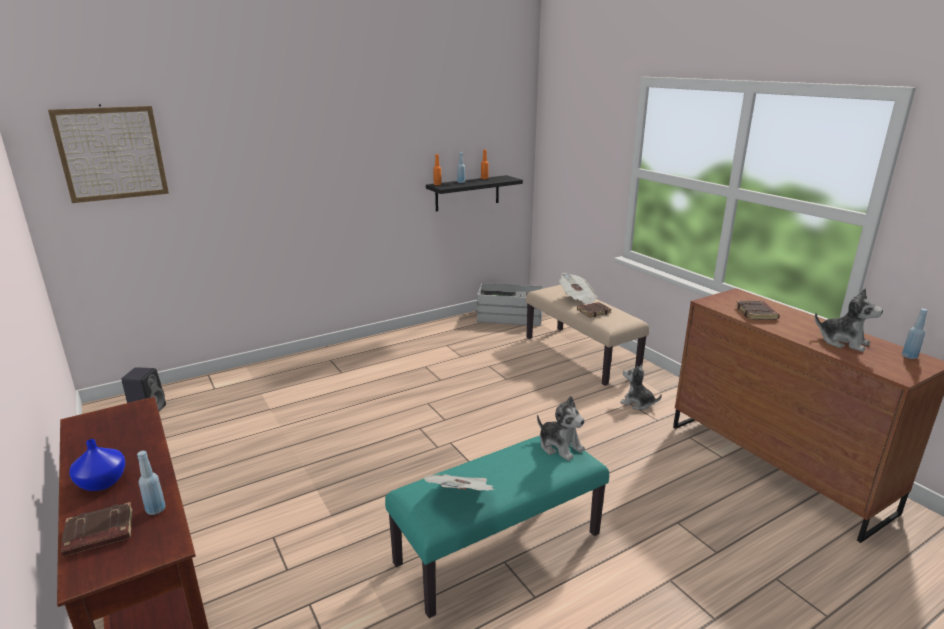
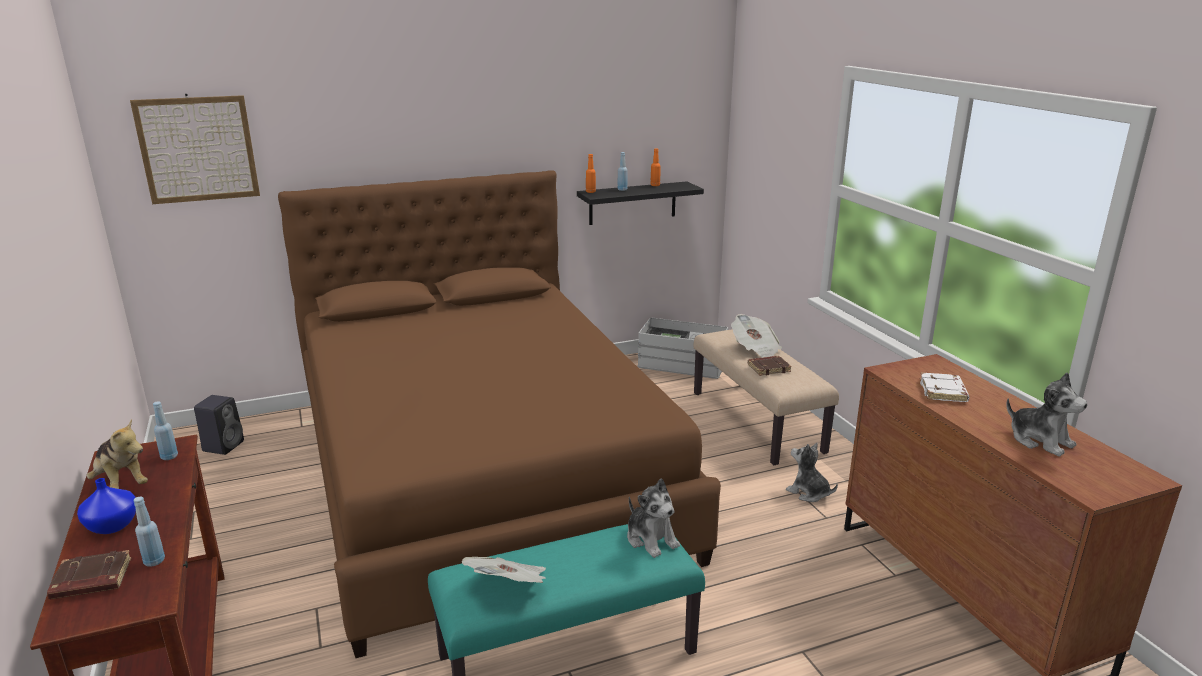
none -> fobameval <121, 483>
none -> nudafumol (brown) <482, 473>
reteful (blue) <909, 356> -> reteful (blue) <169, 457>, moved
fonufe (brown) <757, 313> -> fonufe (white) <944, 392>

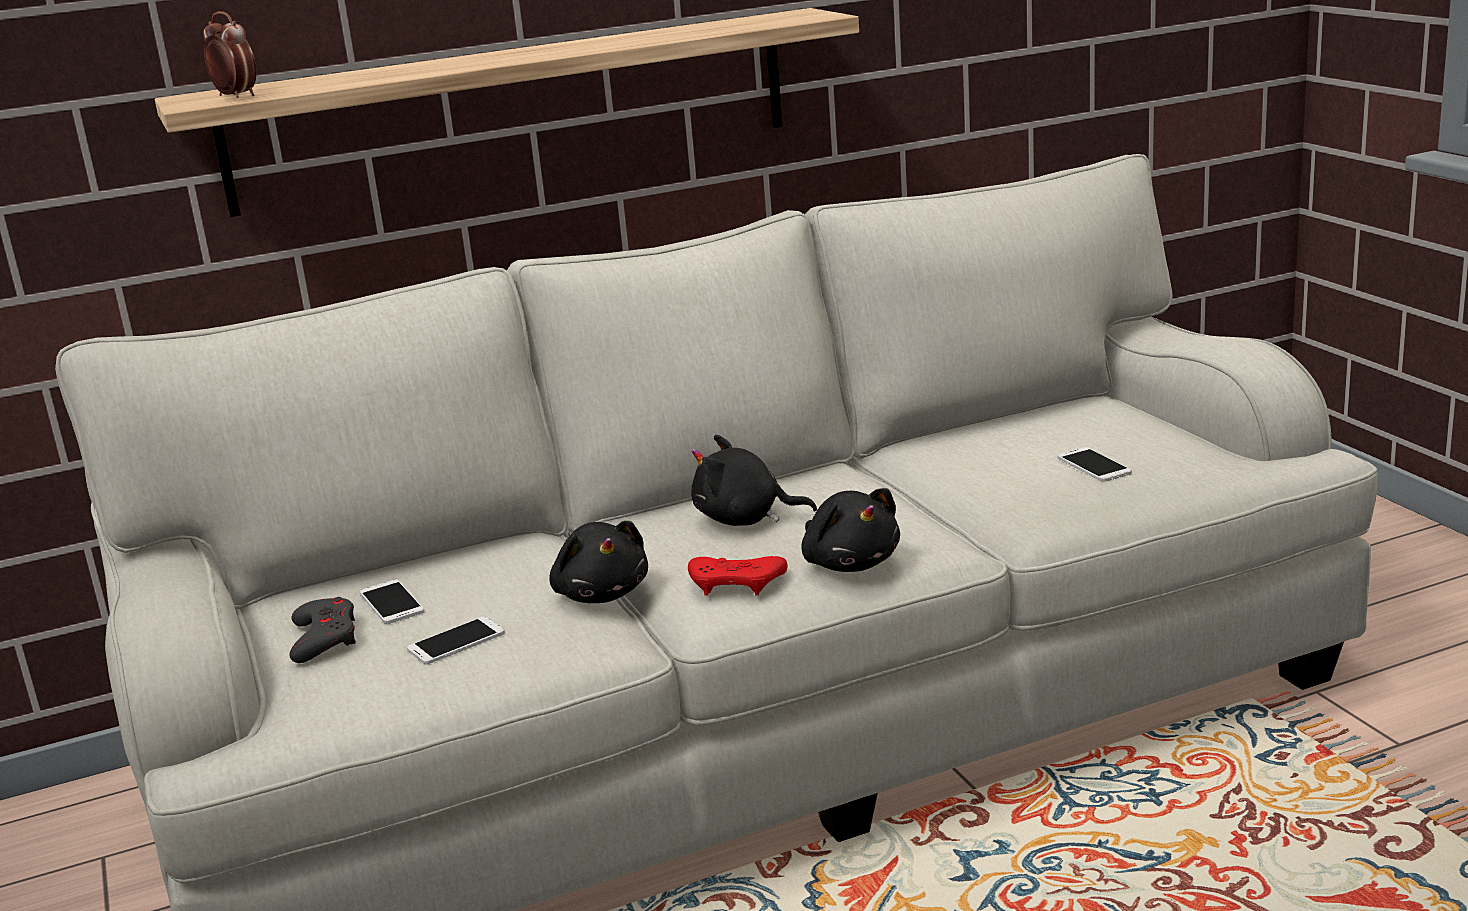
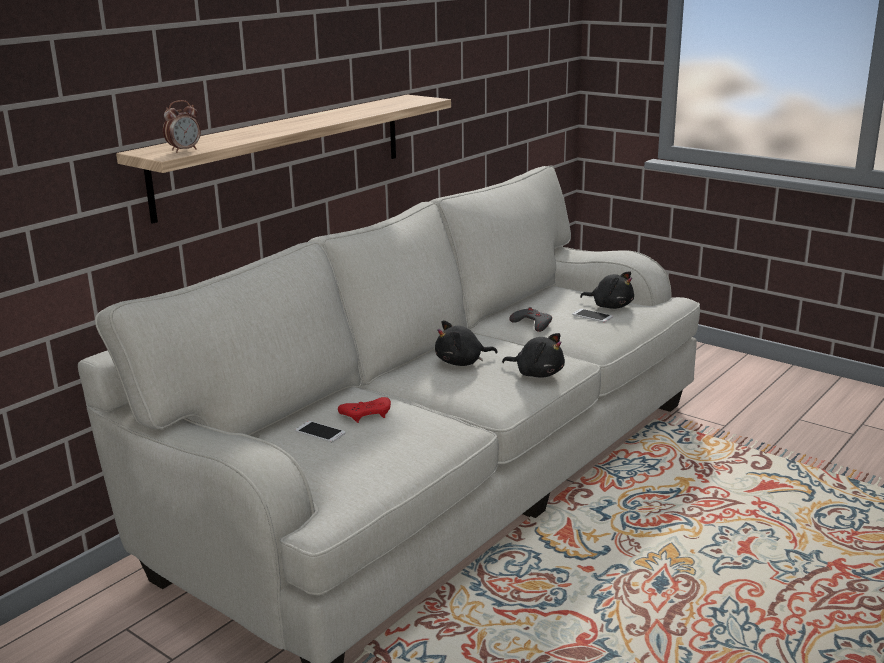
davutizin <456, 641> -> none
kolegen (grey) <324, 637> -> kolegen (grey) <532, 324>, moved
fobameval (black) <601, 593> -> fobameval (black) <610, 306>, moved
kolegen (red) <736, 582> -> kolegen (red) <367, 414>, moved
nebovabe <236, 97> -> nebovabe <184, 150>, 120 degrees clockwise

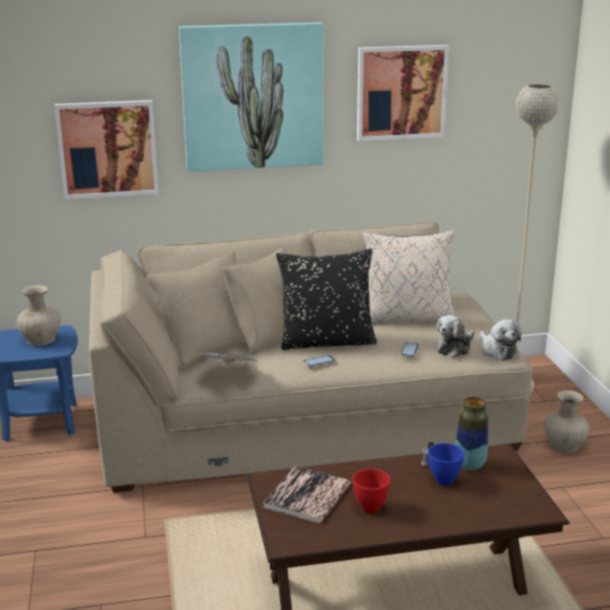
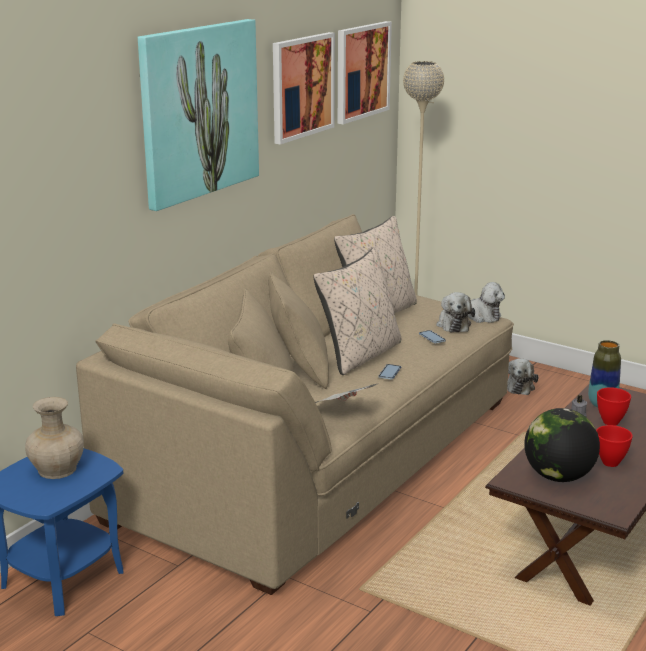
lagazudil <107, 149> -> lagazudil <362, 71>, moved
fonufe <307, 495> -> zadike <558, 476>
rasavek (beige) <565, 445> -> fobameval <519, 386>
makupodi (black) <327, 342> -> makupodi (beige) <360, 355>
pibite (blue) <445, 481> -> pibite (red) <611, 422>

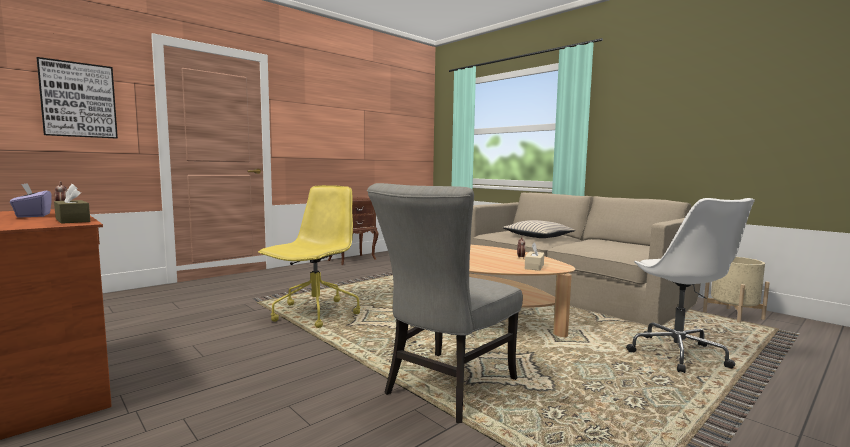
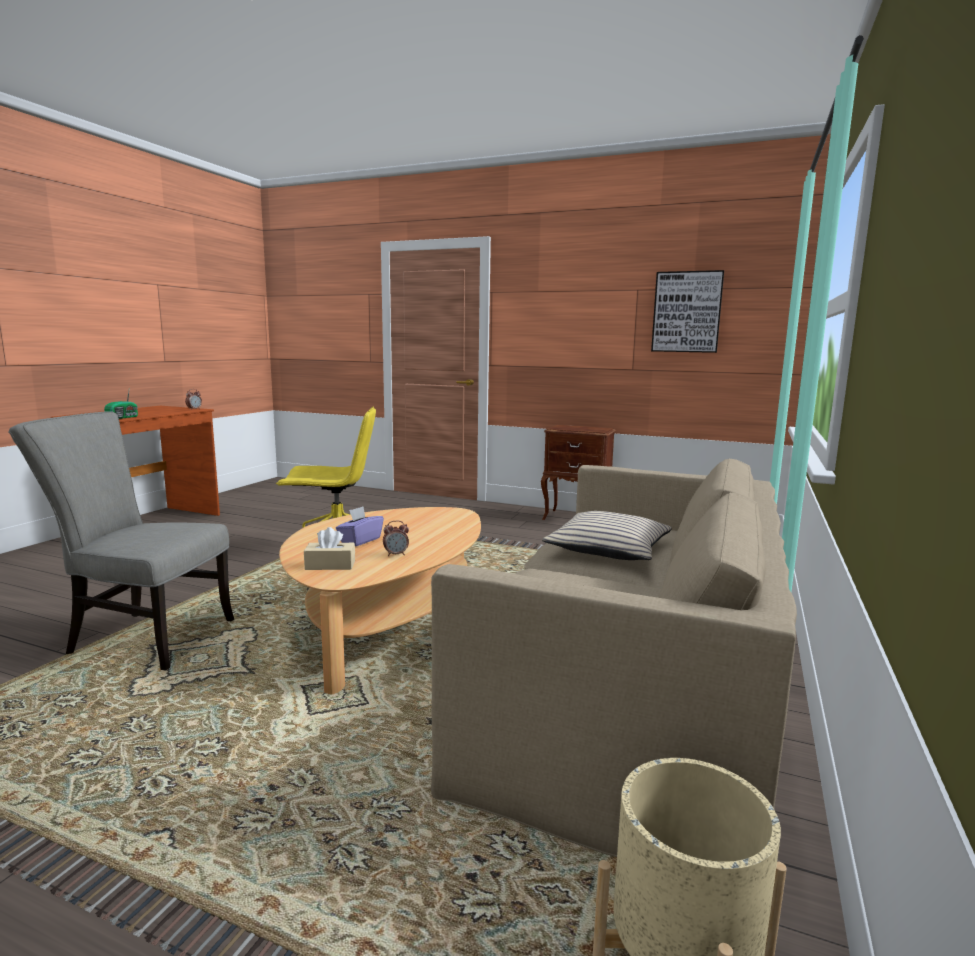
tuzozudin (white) <678, 355> -> none
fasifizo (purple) <33, 215> -> fasifizo (purple) <360, 540>, moved
lagazudil <78, 100> -> lagazudil <686, 312>, moved
fasifizo (brown) <72, 220> -> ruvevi <123, 417>

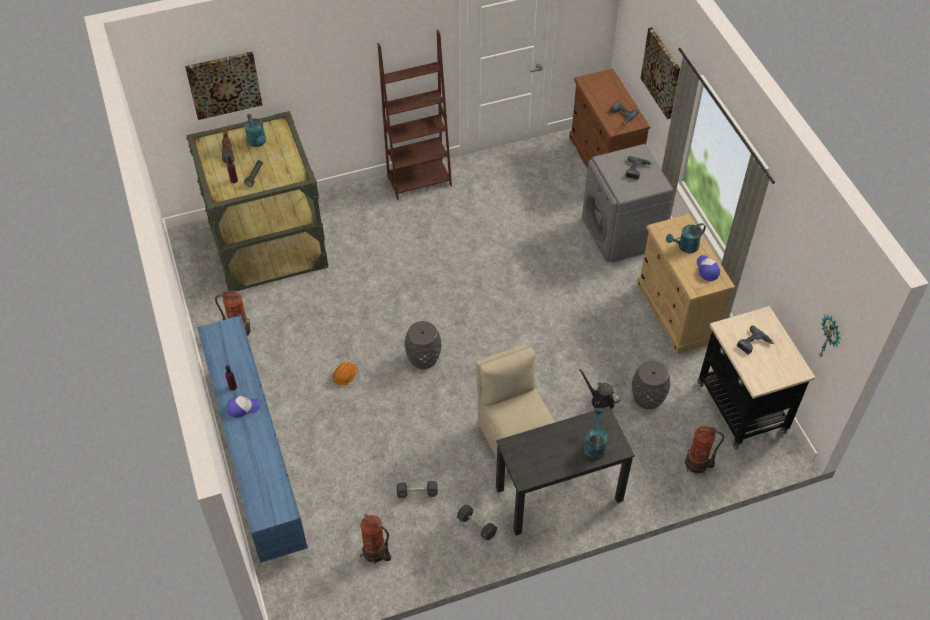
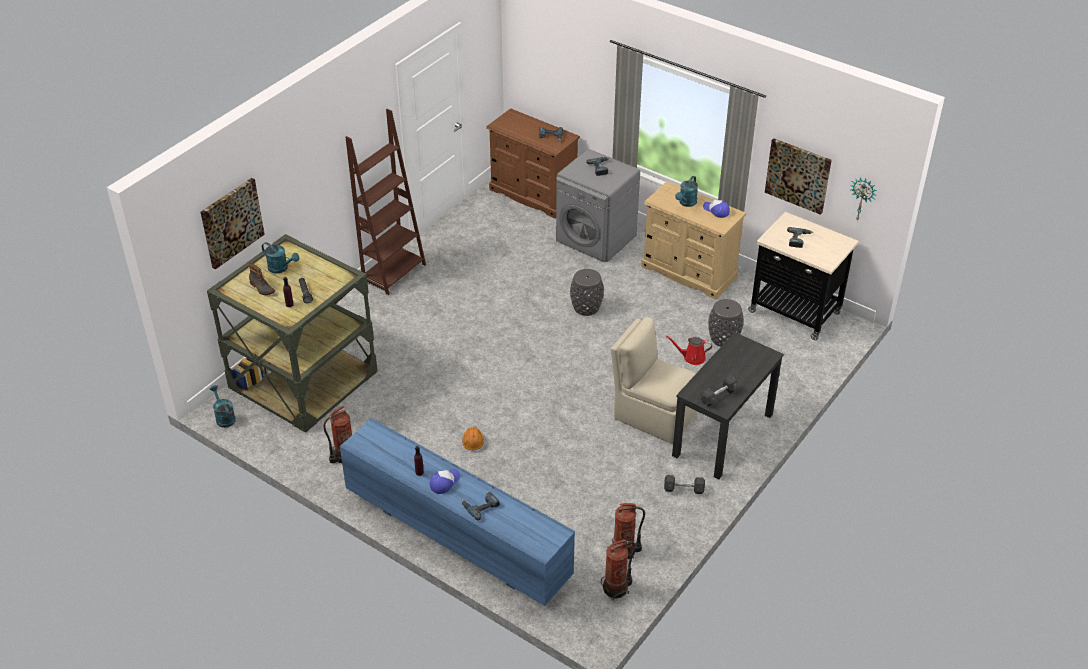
none -> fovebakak <480, 506>
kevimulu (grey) <417, 493> -> kevimulu (grey) <718, 396>, moved
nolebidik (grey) <423, 358> -> nolebidik (grey) <586, 307>, moved
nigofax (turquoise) <594, 445> -> nigofax (turquoise) <224, 417>, moved
lagazudil <661, 72> -> lagazudil <798, 175>, moved
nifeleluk <697, 464> -> nifeleluk <616, 588>, moved
nigofax (black) <600, 401> -> nigofax (red) <692, 358>

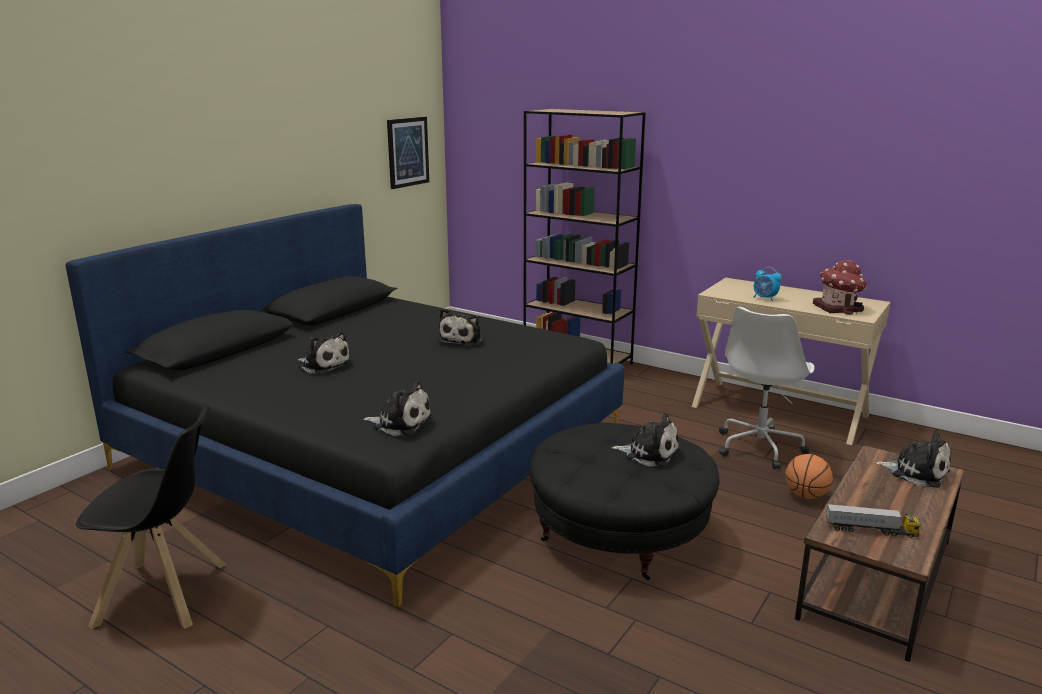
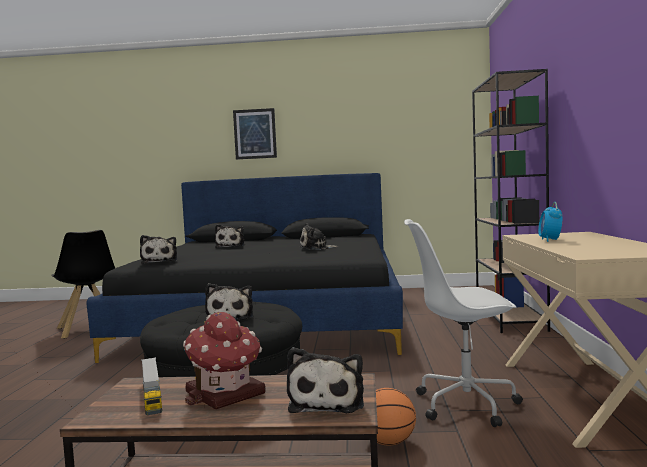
lagazudil <407, 152> -> lagazudil <255, 134>, moved
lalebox <838, 308> -> lalebox <225, 394>, moved

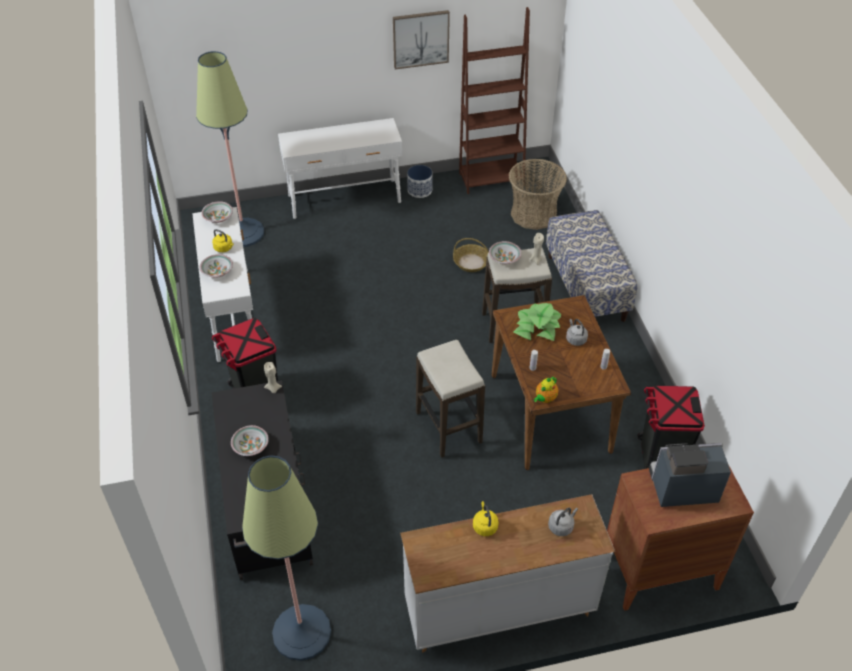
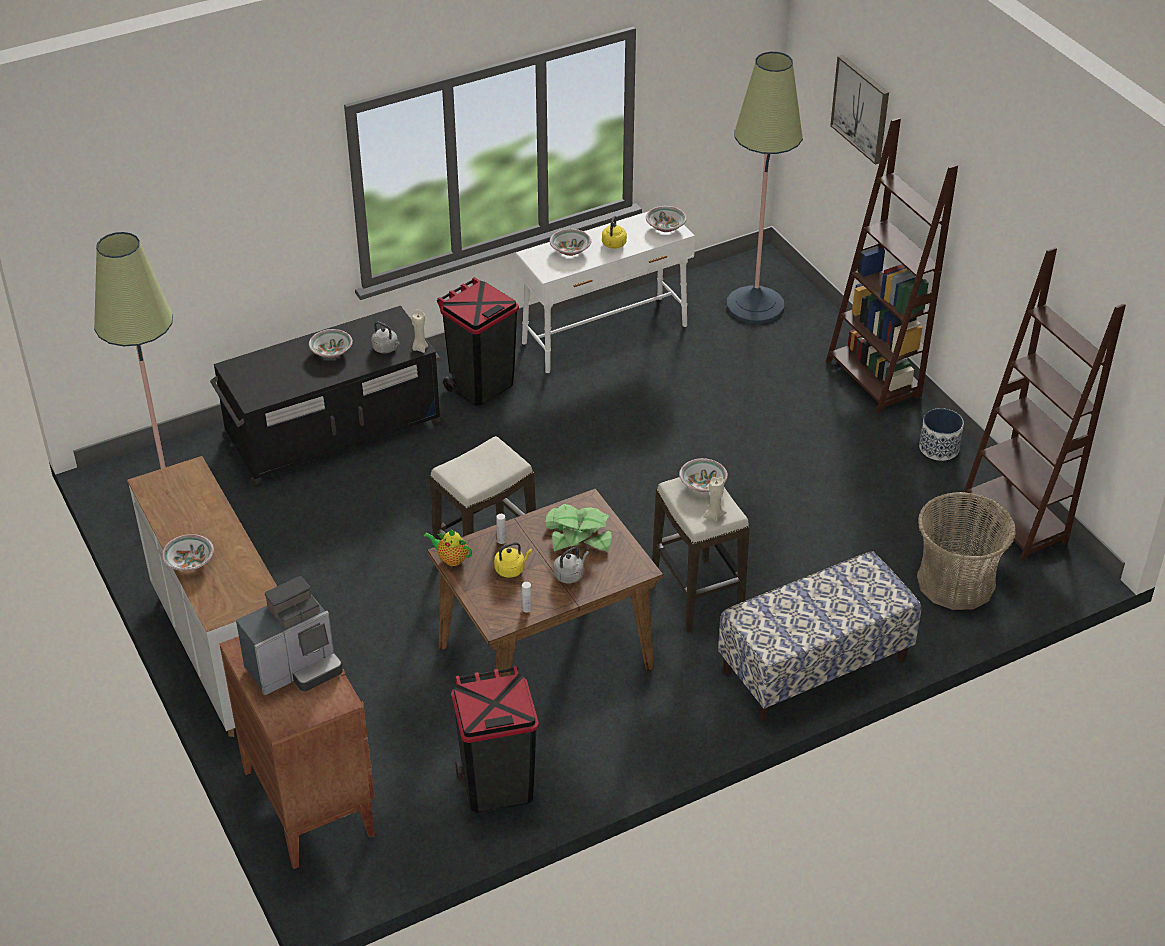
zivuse <471, 262> -> none
none -> pibite <189, 562>
lagazudil <420, 39> -> lagazudil <861, 108>, moved
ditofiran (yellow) <484, 526> -> ditofiran (yellow) <511, 569>, moved
ditofiran (grey) <561, 526> -> ditofiran (grey) <386, 348>, moved
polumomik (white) <344, 199> -> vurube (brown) <873, 379>
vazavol <680, 488> -> vazavol <295, 668>, 75 degrees clockwise

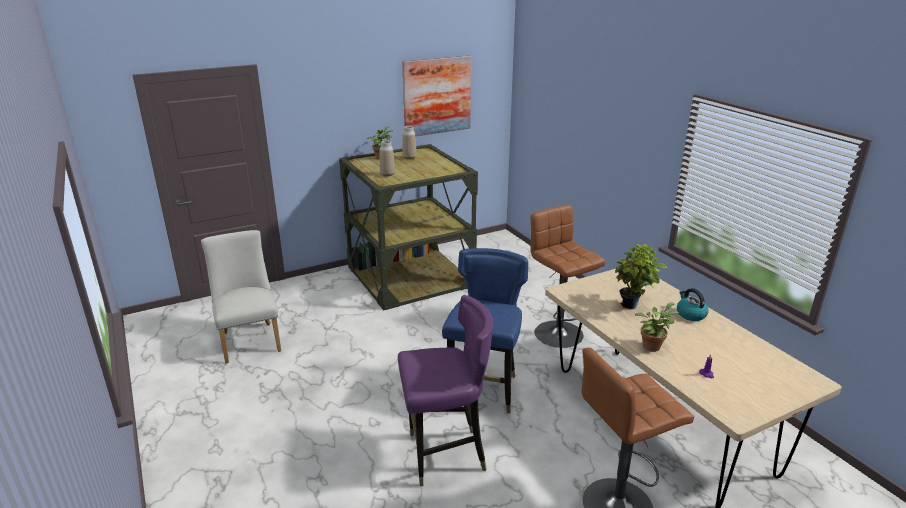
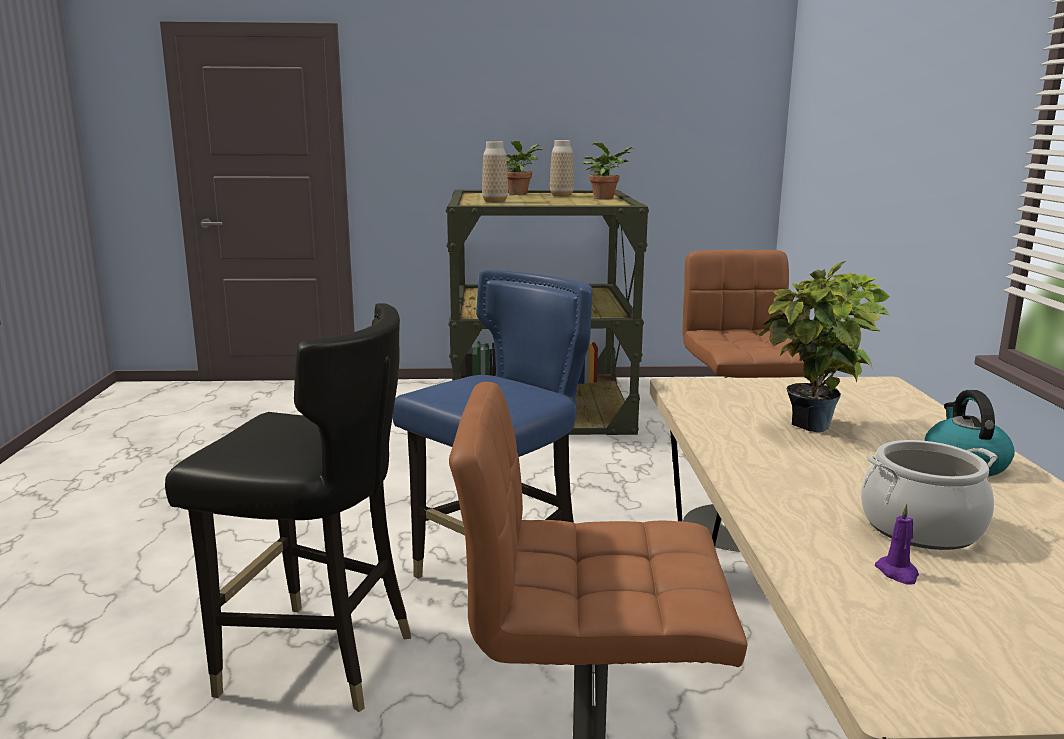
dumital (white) <249, 339> -> none
lagazudil <437, 96> -> none
none -> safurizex <921, 528>
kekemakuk <652, 345> -> kekemakuk <605, 198>, moved
dumital (purple) <445, 455> -> dumital (black) <315, 660>

